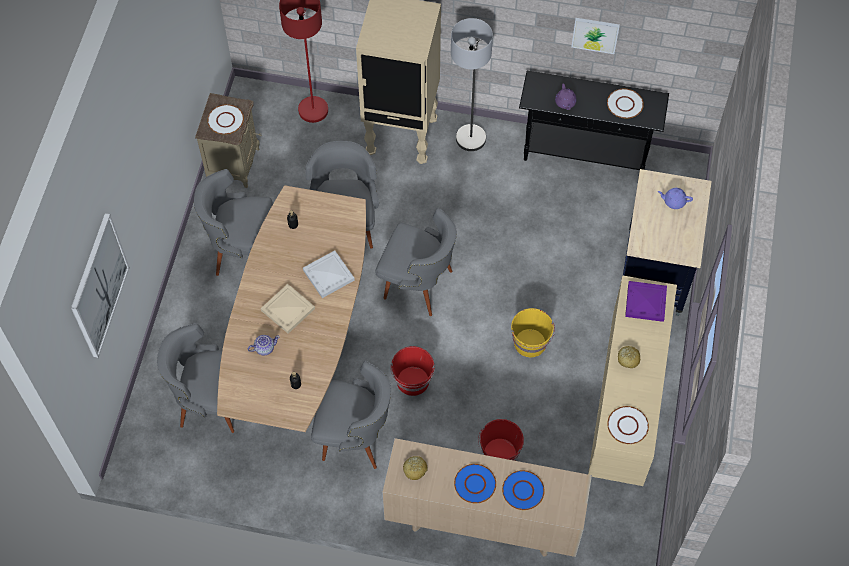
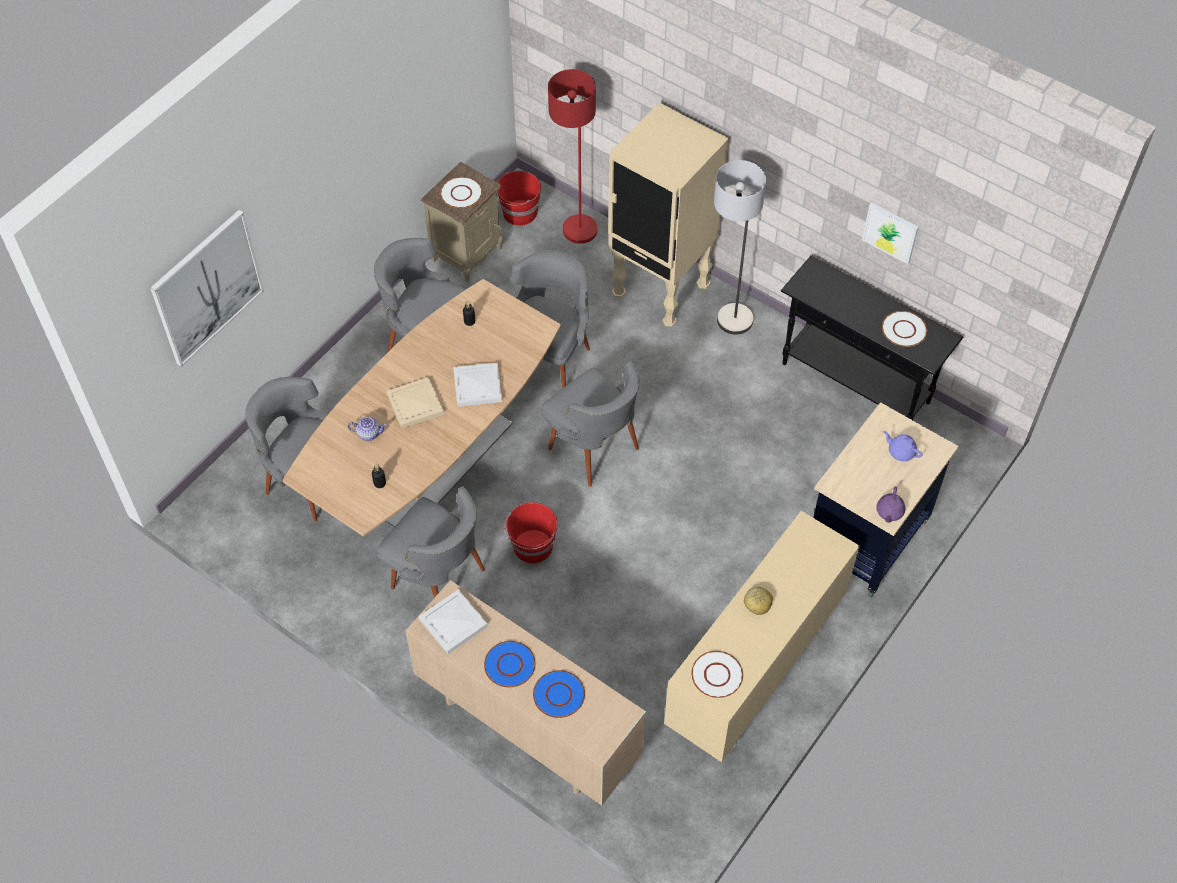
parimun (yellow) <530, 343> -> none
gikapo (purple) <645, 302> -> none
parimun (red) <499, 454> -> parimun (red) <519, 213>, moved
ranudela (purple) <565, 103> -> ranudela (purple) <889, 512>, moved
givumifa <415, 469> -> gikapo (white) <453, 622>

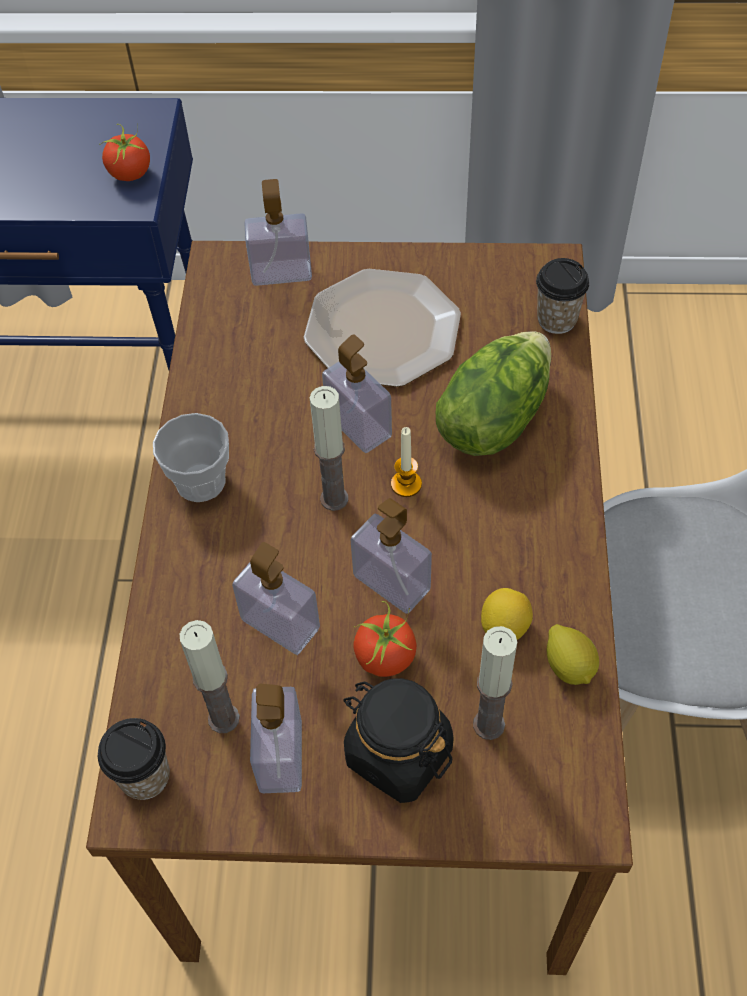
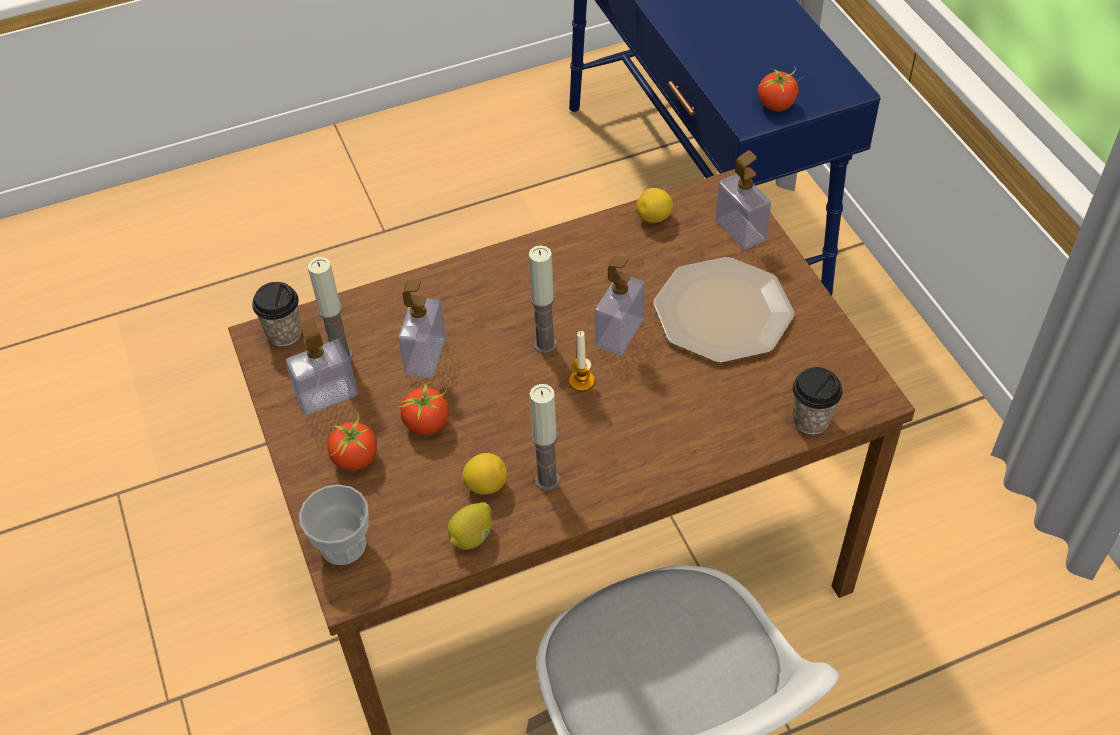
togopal <391, 583> -> none
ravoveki <492, 419> -> none
none -> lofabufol <654, 218>
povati <200, 481> -> povati <343, 545>, moved
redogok <489, 724> -> redogok <547, 480>, moved
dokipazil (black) <398, 753> -> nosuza <355, 458>

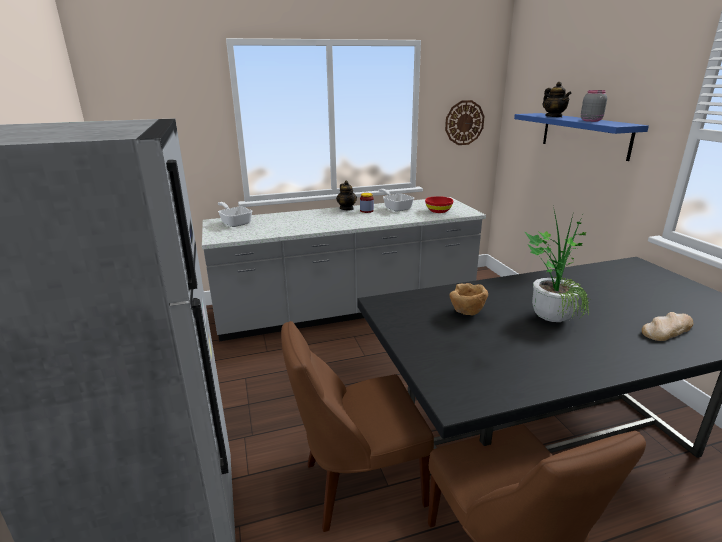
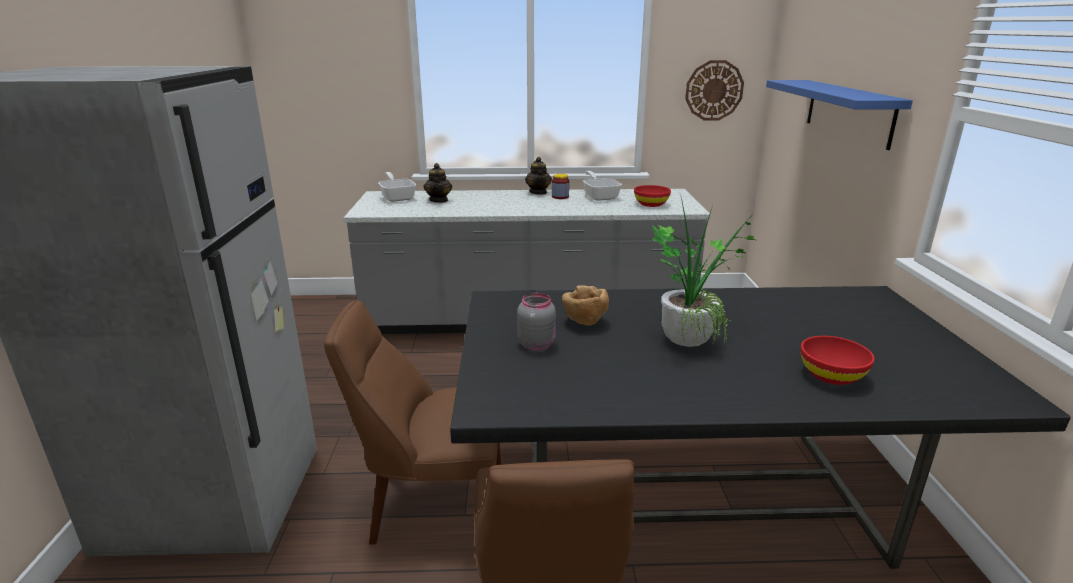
ranudela <554, 117> -> ranudela <439, 200>, moved
dokipazil (grey) <591, 120> -> dokipazil (grey) <537, 344>, moved
givumifa <667, 329> -> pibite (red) <832, 375>

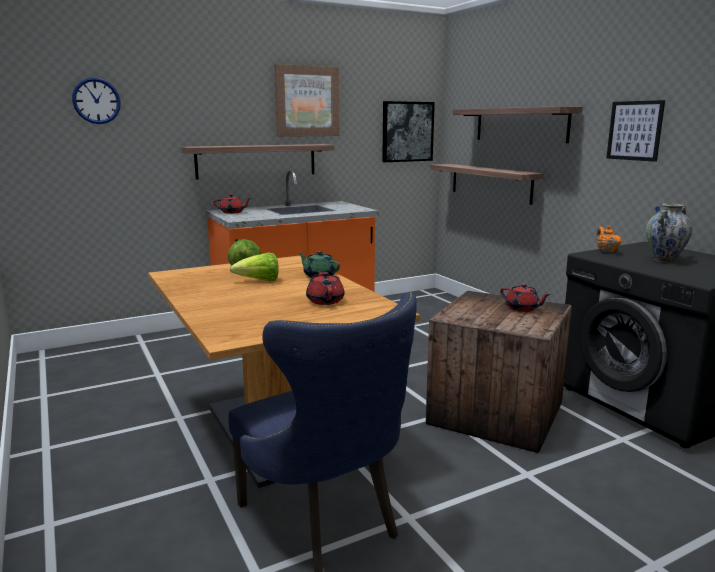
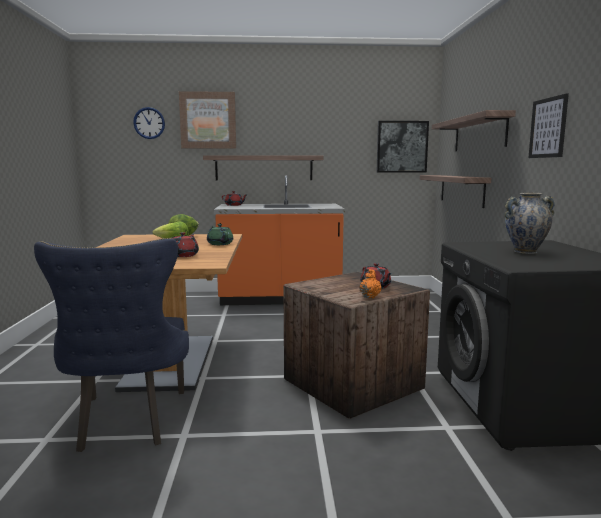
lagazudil <307, 101> -> lagazudil <208, 120>, moved
ranudela (orange) <606, 251> -> ranudela (orange) <370, 297>, moved

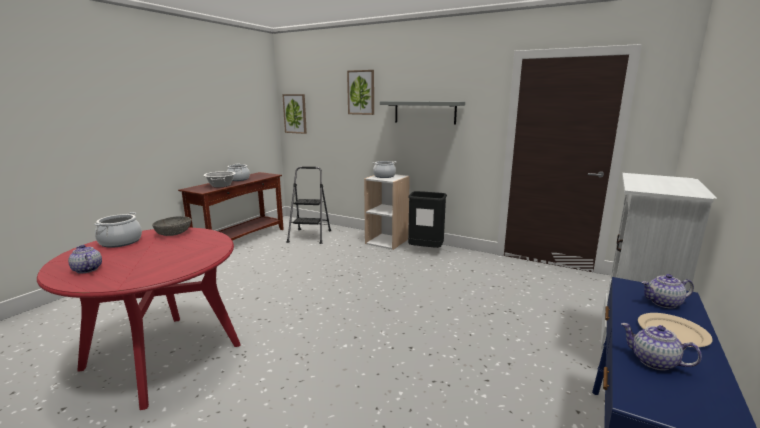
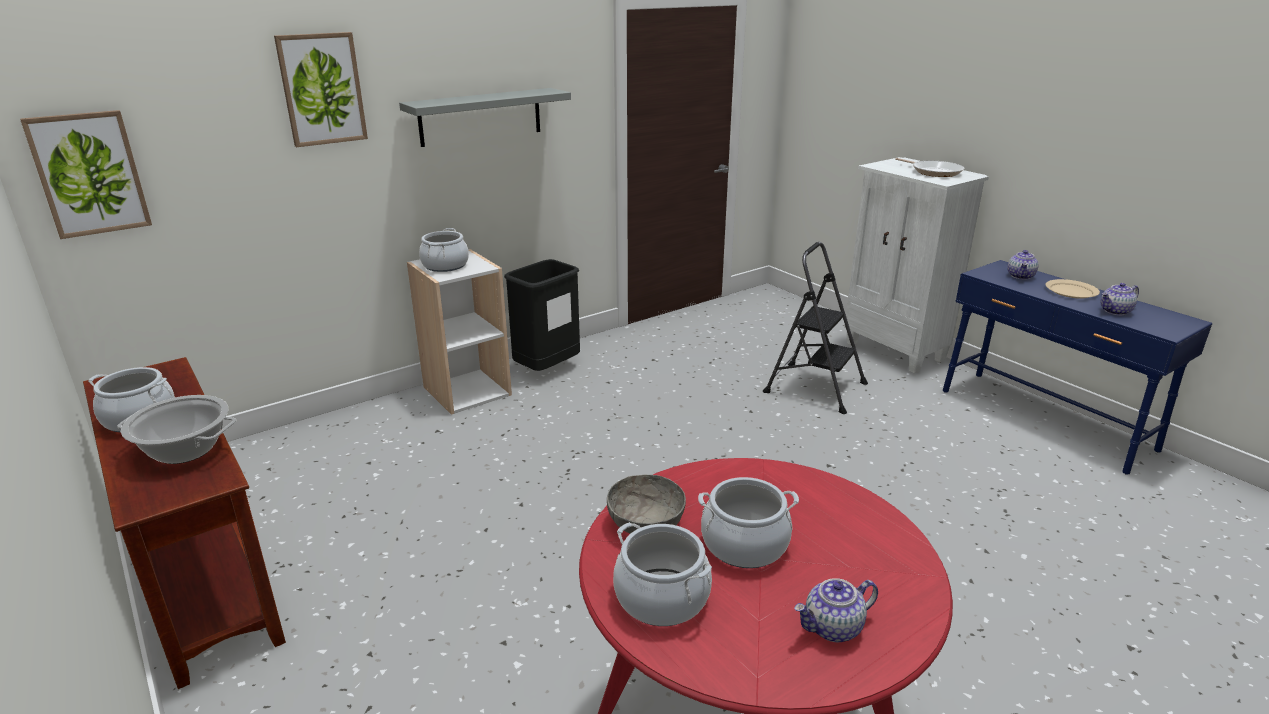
none -> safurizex <745, 544>
none -> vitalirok <934, 172>
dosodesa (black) <310, 235> -> dosodesa (black) <812, 386>, moved

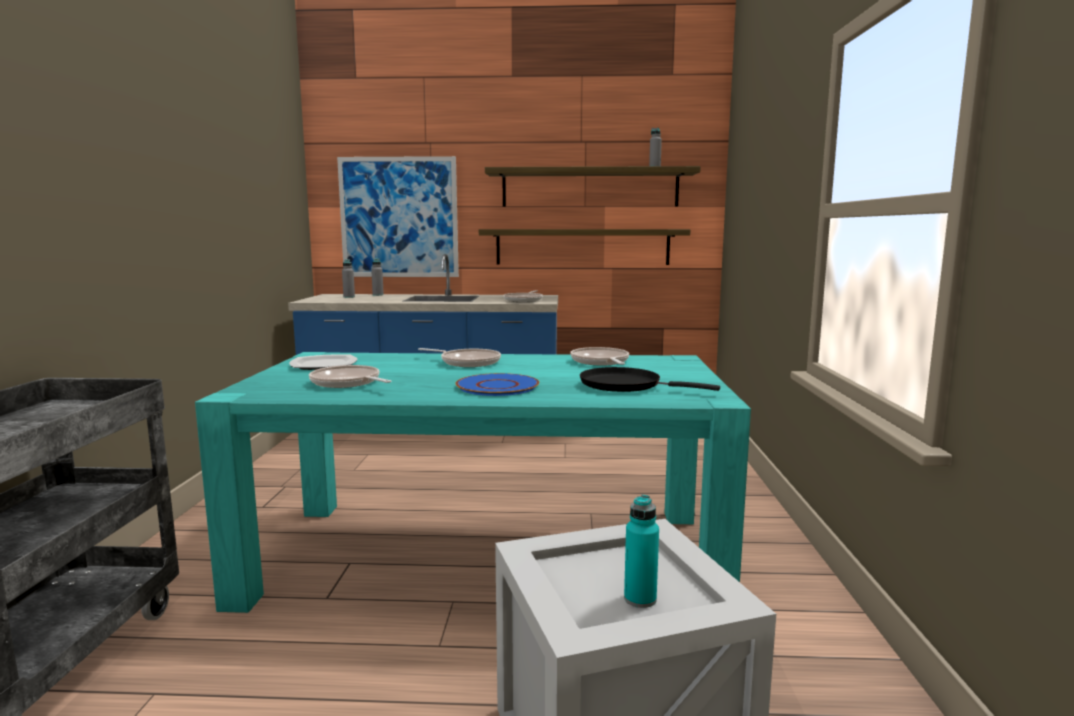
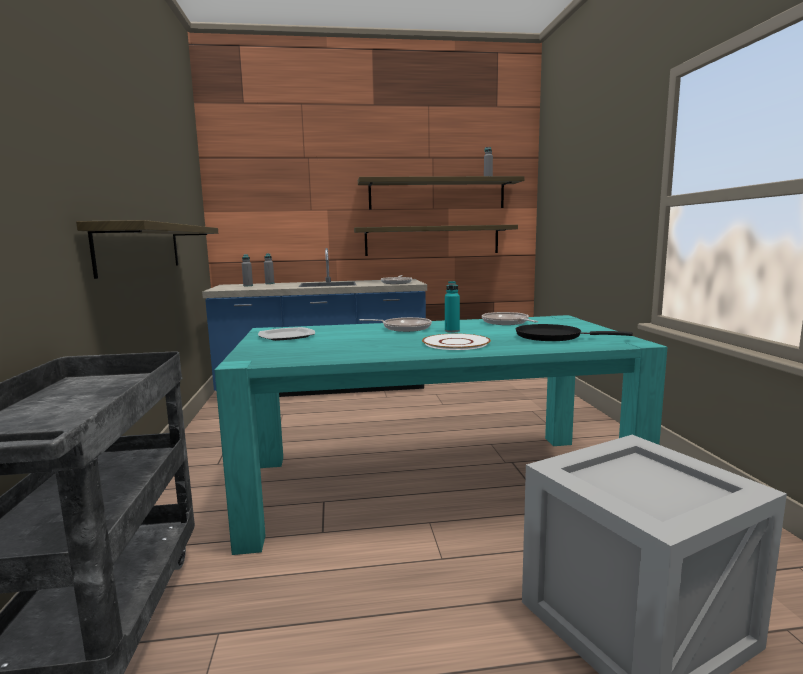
vitalirok <347, 383> -> none
lagazudil <399, 217> -> none
none -> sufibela <141, 248>
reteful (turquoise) <640, 599> -> reteful (turquoise) <452, 331>, moved
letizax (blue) <497, 386> -> letizax (white) <456, 343>

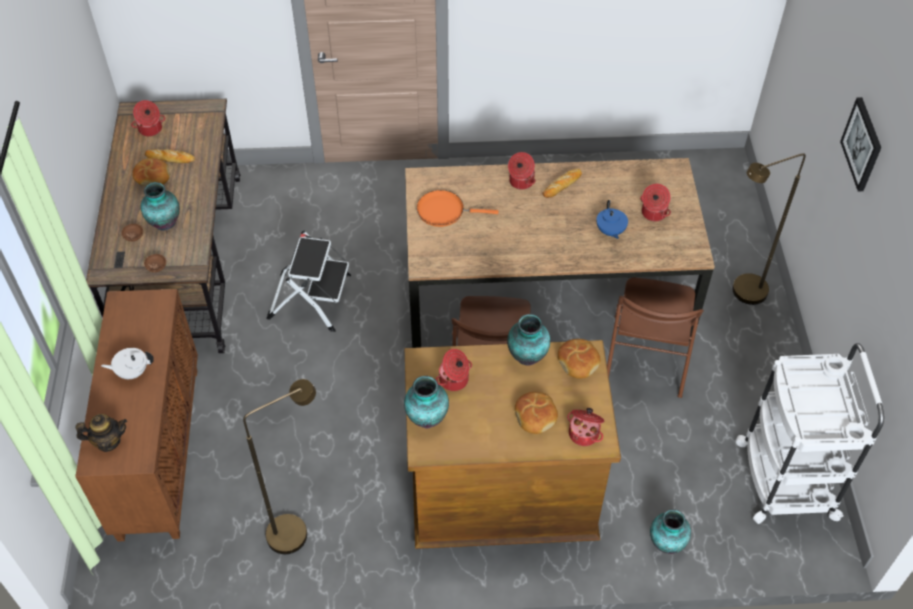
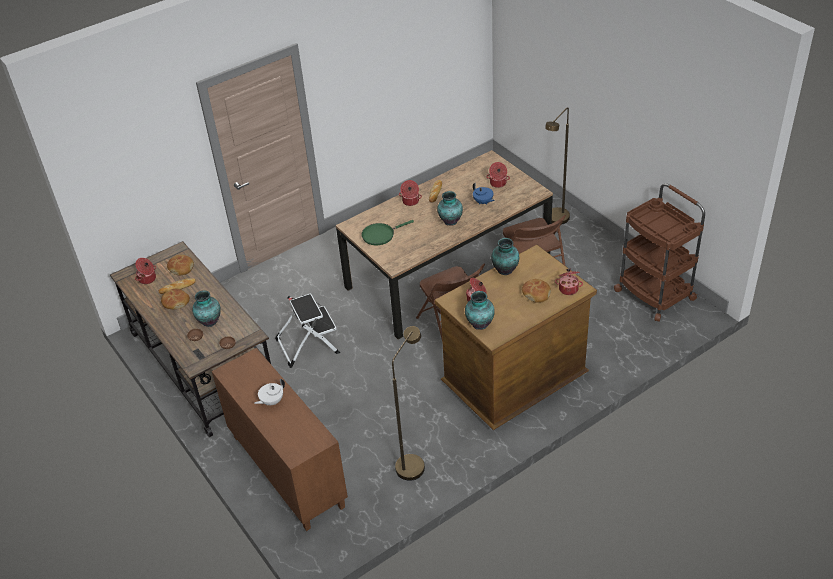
ranudela <108, 441> -> none
lagazudil <862, 144> -> none
givumifa <578, 362> -> givumifa <181, 268>, moved
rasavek <665, 543> -> rasavek <450, 221>, moved
vitalirok (orange) <444, 211> -> vitalirok (green) <380, 235>
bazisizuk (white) <785, 479> -> bazisizuk (brown) <653, 294>

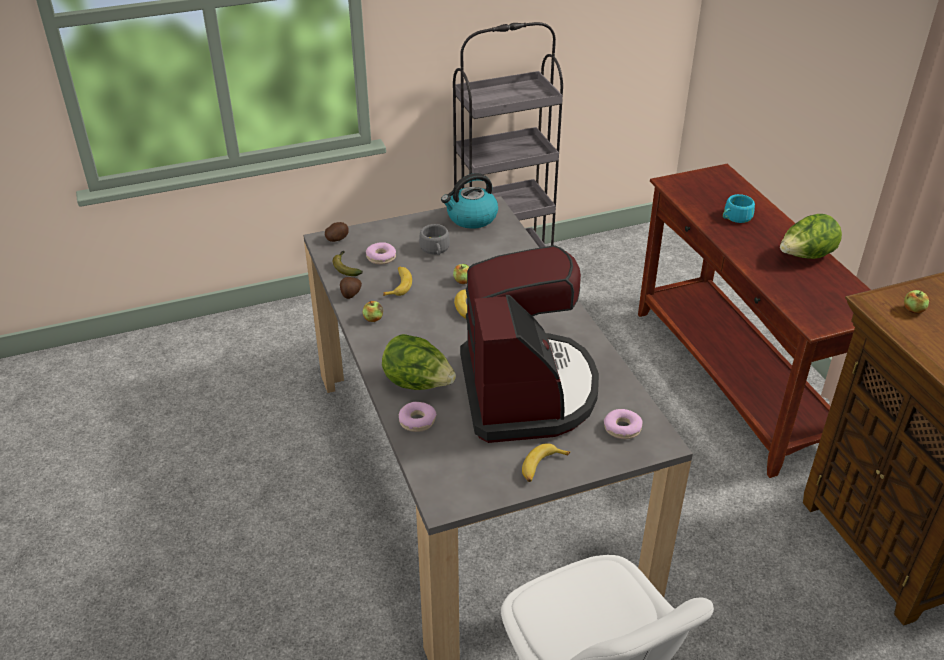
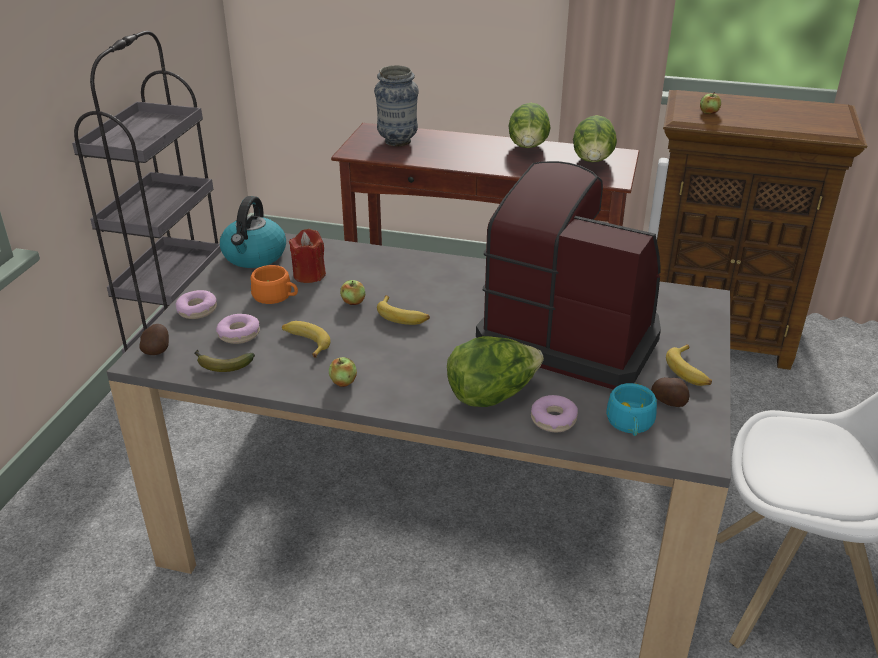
none -> redogok (red) <309, 275>
none -> rasavek <397, 141>
none -> ravoveki <593, 162>
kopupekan <350, 294> -> kopupekan <669, 402>, moved
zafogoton <622, 428> -> zafogoton <197, 310>, moved
povati (turquoise) <735, 218> -> povati (turquoise) <630, 424>, moved
povati (grey) <435, 249> -> povati (orange) <276, 296>

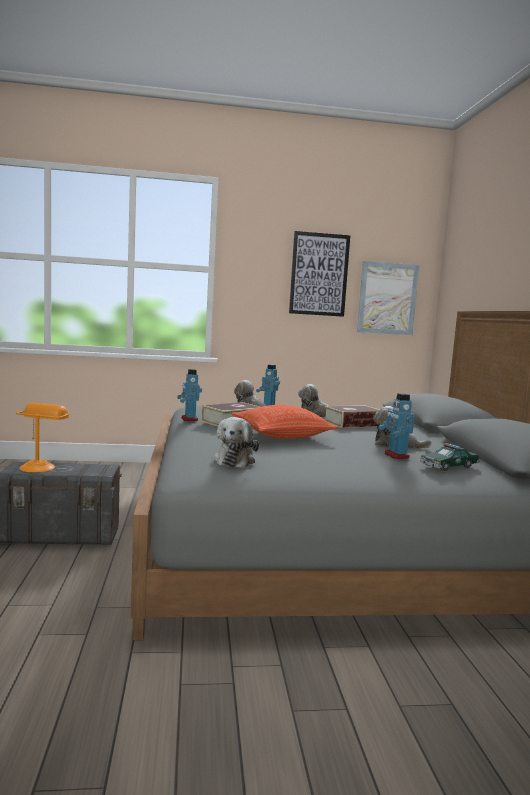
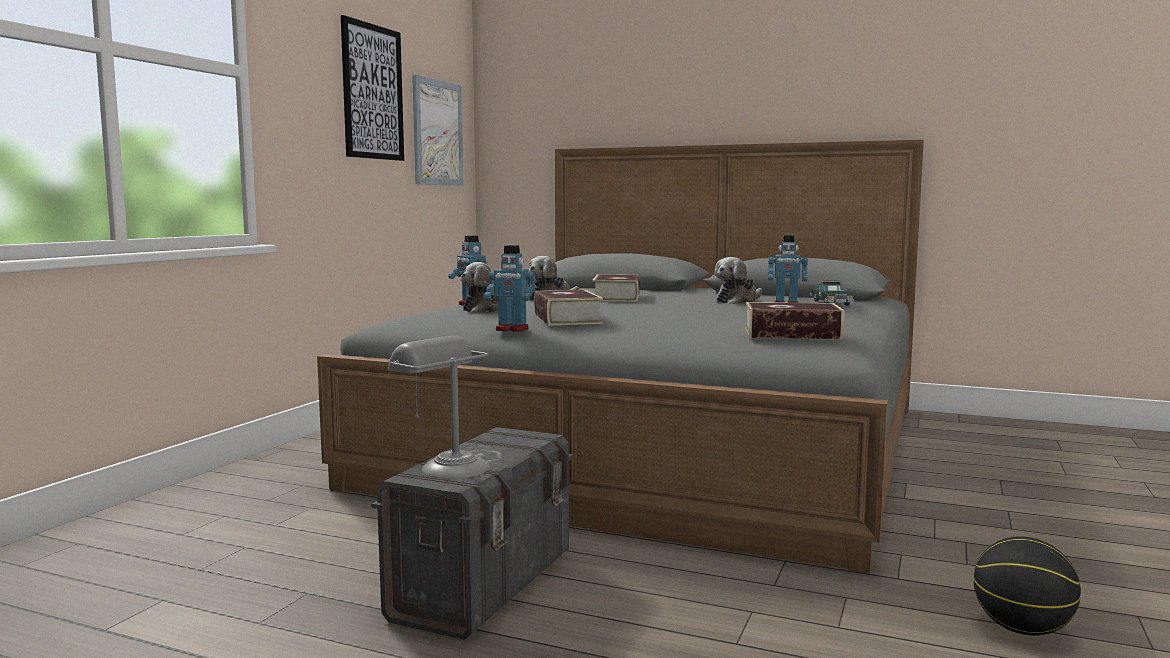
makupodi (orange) <282, 435> -> none
none -> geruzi <1021, 629>
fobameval <235, 460> -> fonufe <792, 334>
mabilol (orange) <40, 465> -> mabilol (grey) <444, 465>

